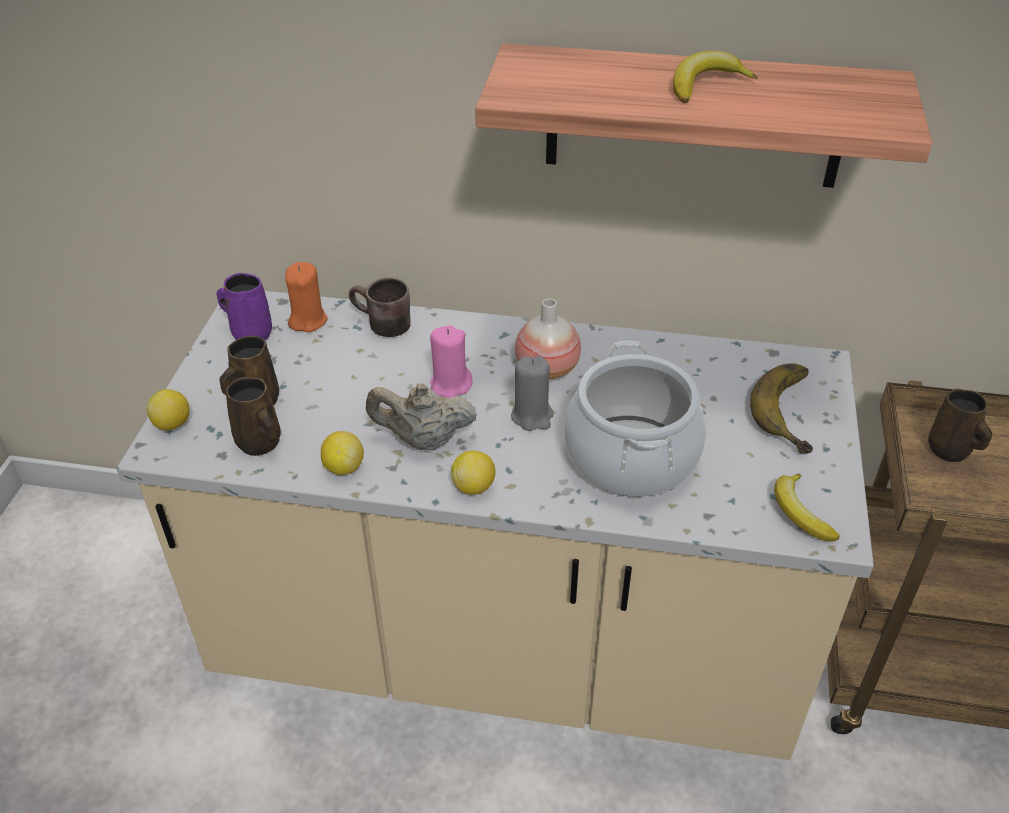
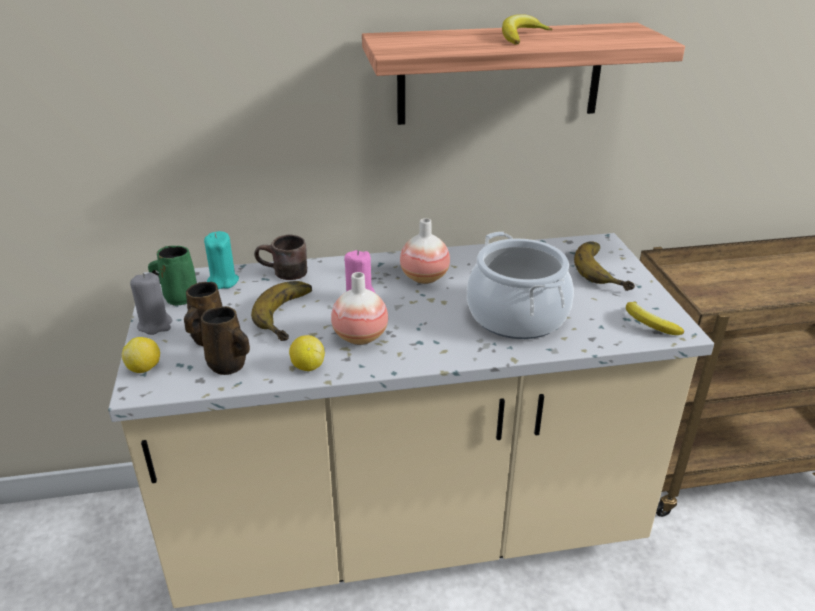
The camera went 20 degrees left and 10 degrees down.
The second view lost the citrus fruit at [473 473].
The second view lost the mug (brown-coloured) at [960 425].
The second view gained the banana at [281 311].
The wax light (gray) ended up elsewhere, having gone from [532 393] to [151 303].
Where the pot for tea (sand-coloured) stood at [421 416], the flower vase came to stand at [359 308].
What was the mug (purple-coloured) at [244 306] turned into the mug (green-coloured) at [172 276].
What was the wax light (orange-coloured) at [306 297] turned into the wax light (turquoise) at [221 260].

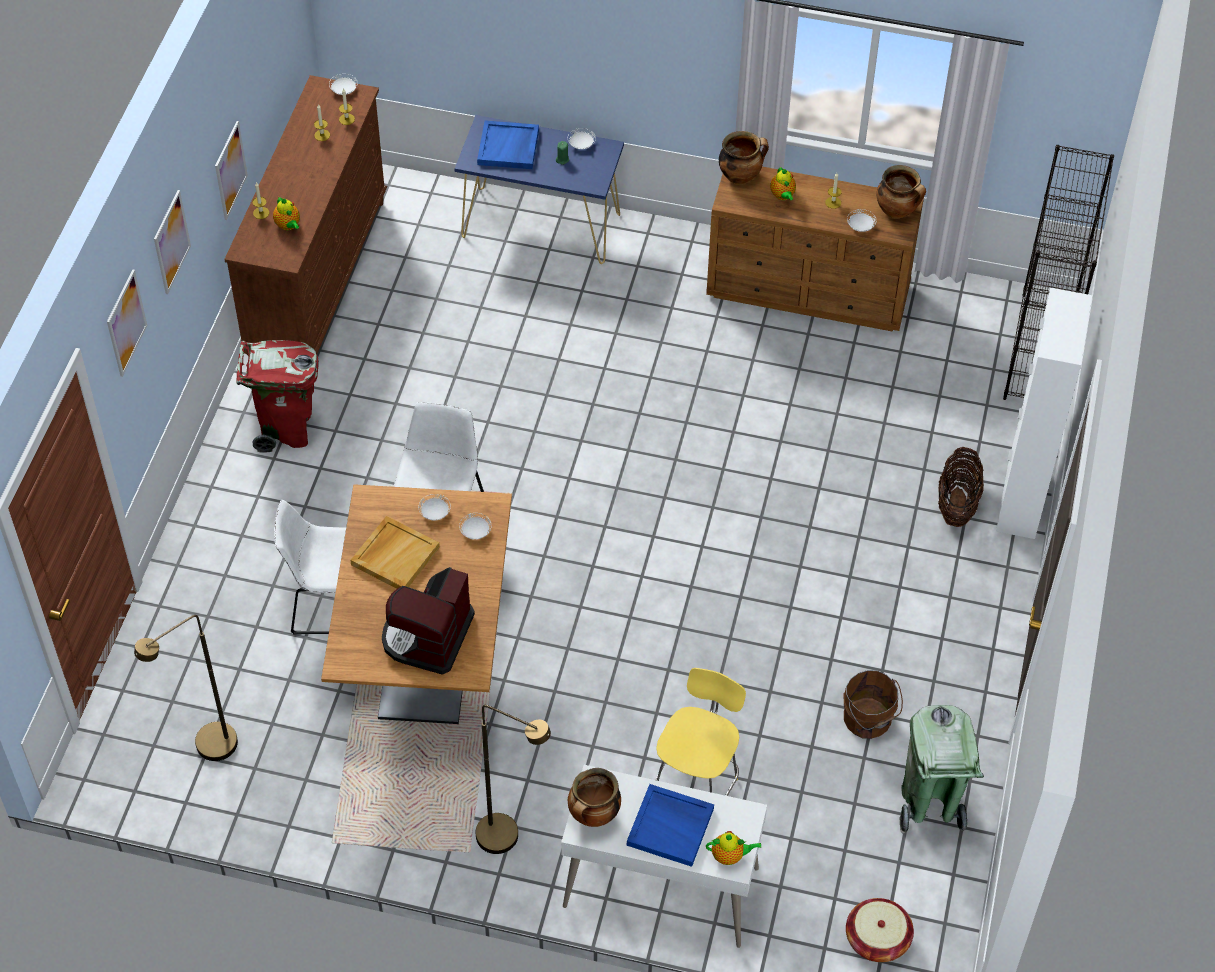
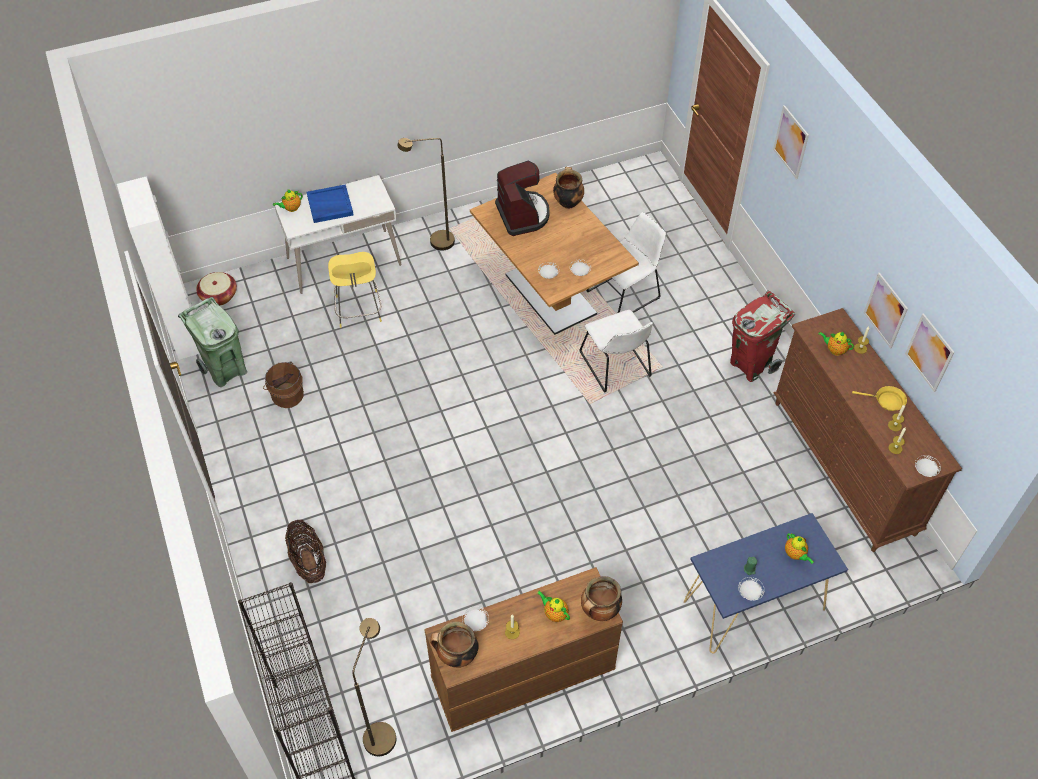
The camera went 145 degrees right and 0 degrees up.
The second view lost the serving tray (sand-coloured) at [395 552].
The second view gained the frying pan (yellow-coloured) at [879 398].
The floor lamp (brown-coloured) ended up elsewhere, having gone from [186 688] to [374 687].
The wall picture ended up elsewhere, having gone from [172 242] to [930 352].
The cooking pot ended up elsewhere, having gone from [594 797] to [568 188].
The cabinet (white-coloured) ended up elsewhere, having gone from [1044 413] to [158 268].
Where the serving tray (blue-coloured) stood at [508 144], the pot for tea came to stand at [799 548].

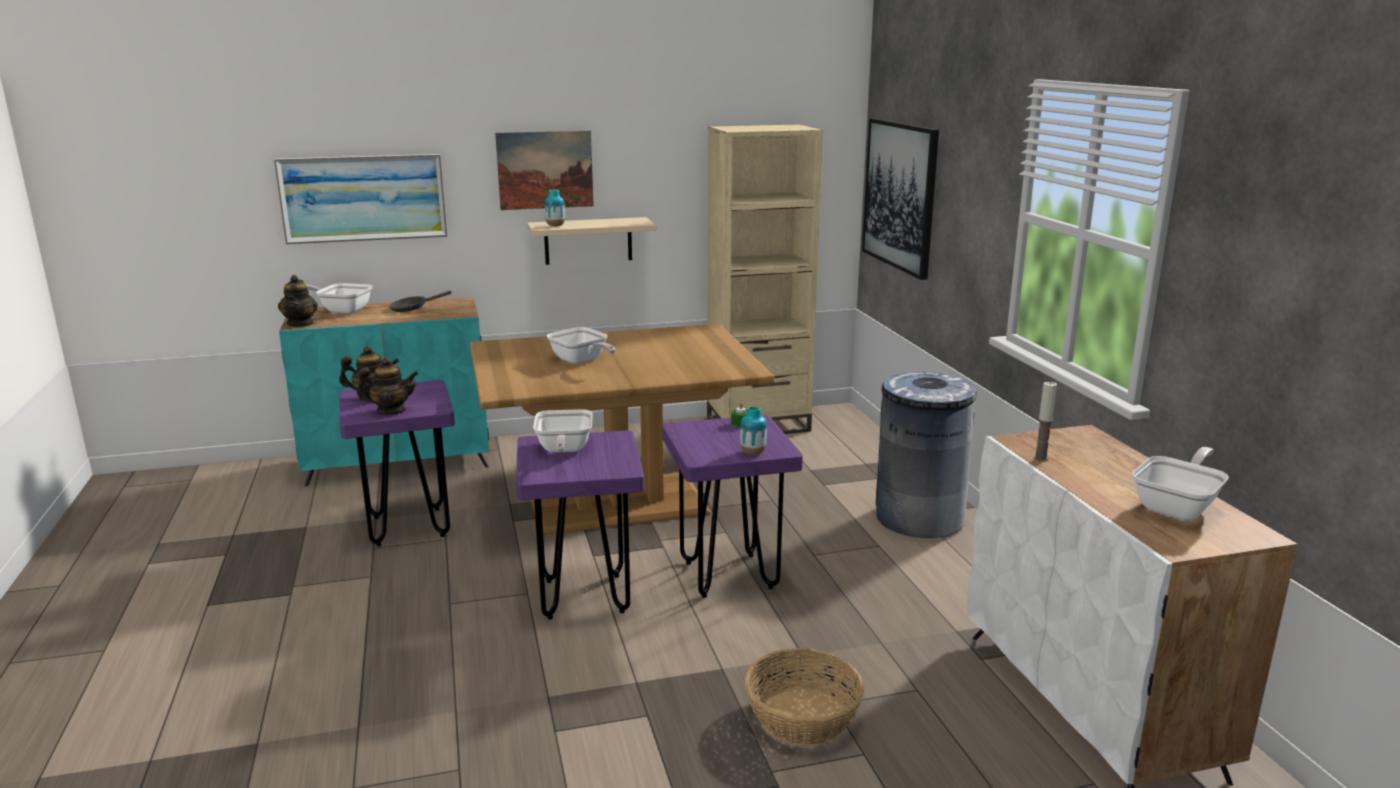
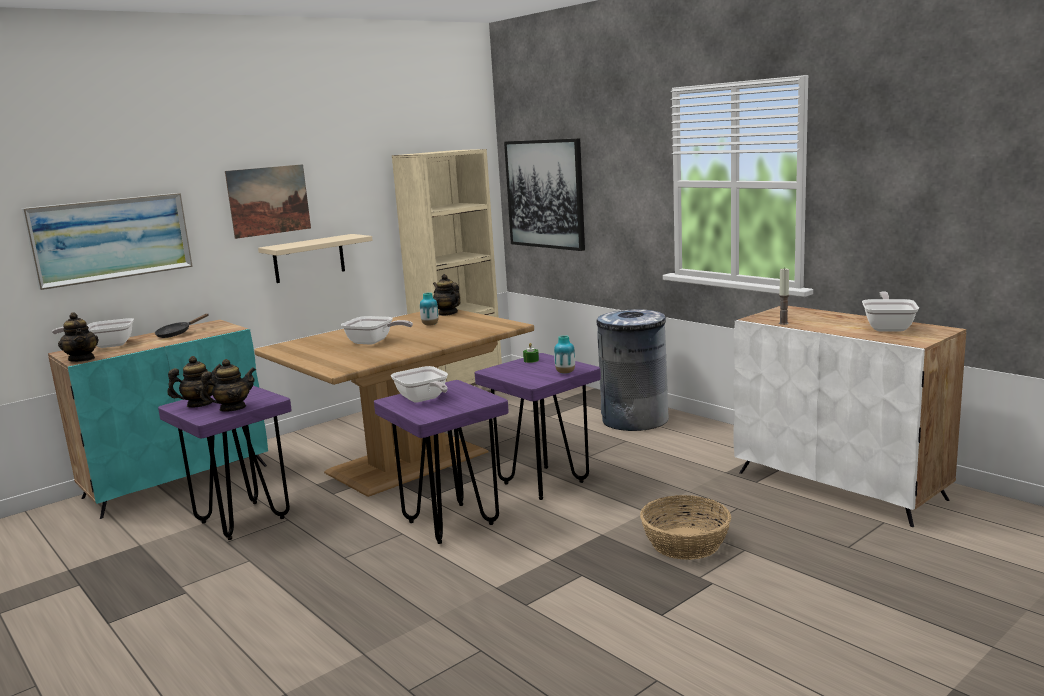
The camera went 25 degrees left and 5 degrees down.
The second view gained the pot for tea at [446 295].
The flower vase ended up elsewhere, having gone from [555 208] to [429 309].

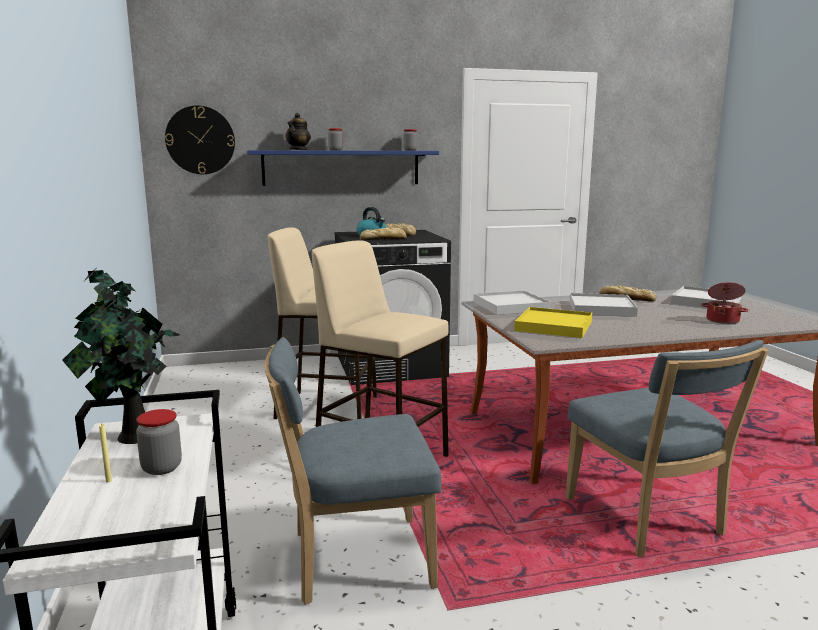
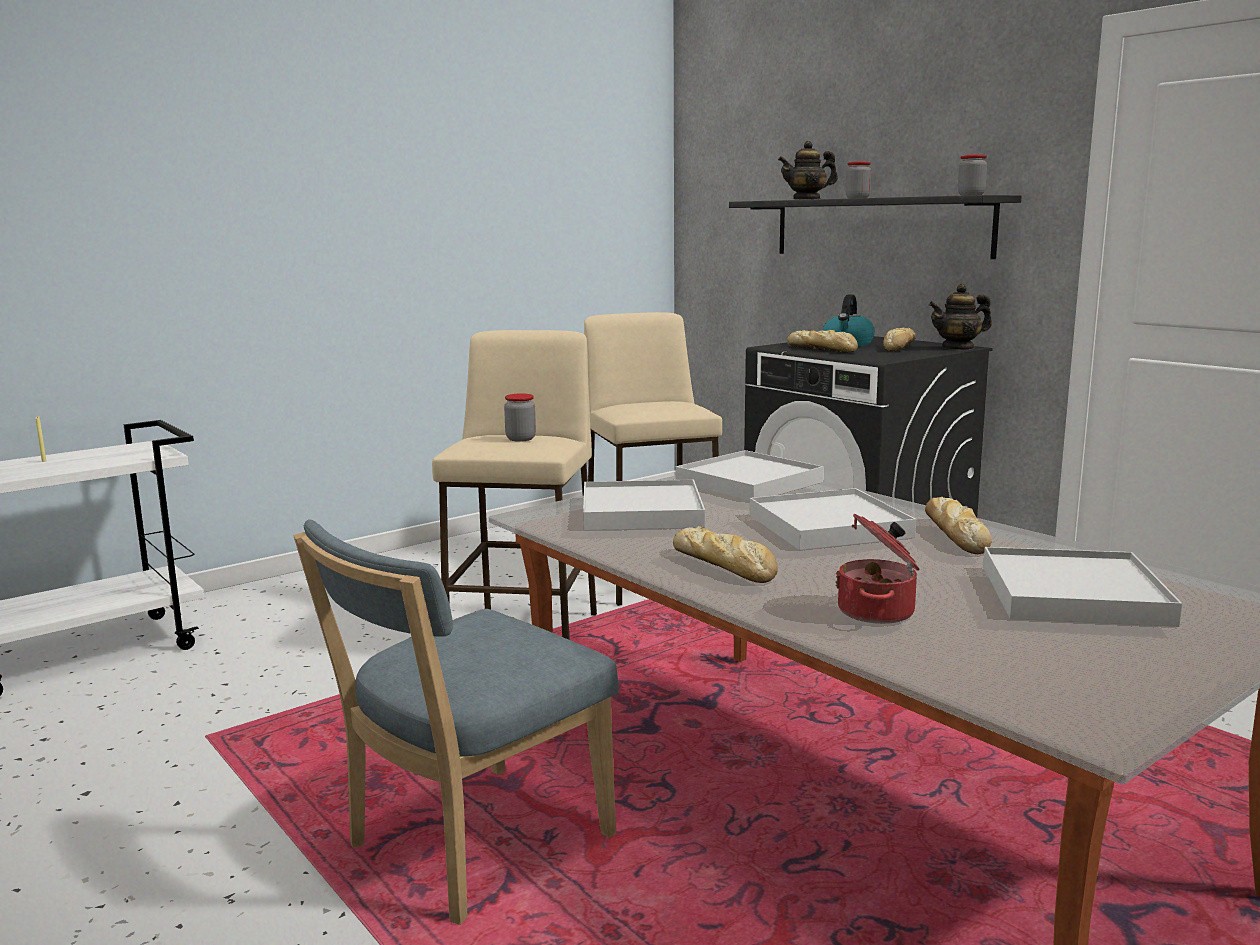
The camera went 65 degrees right and 0 degrees up.
The second view lost the houseplant at [121 356].
The second view lost the clock on the wall at [200 139].
The second view lost the chair (blue-coloured) at [352 471].
The second view gained the baked bread at [725 554].
The second view gained the pot for tea at [960 317].
The jar ended up elsewhere, having gone from [159 442] to [520 417].
What was the shelf (blue-coloured) at [343 168] turned into the shelf (black) at [875 227].
What was the serving tray (yellow-coloured) at [553 322] turned into the serving tray (white-coloured) at [644 504].

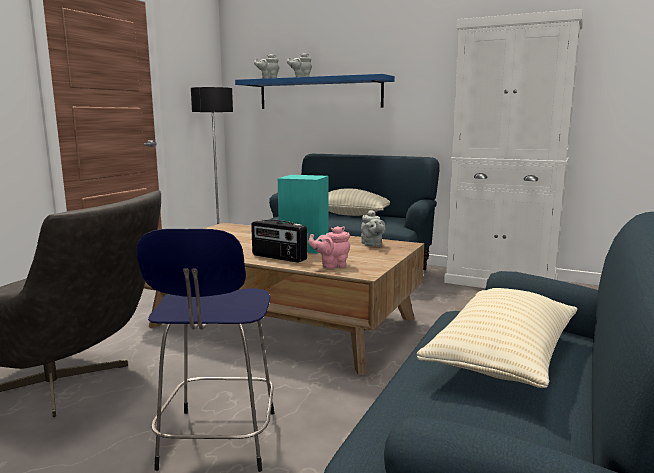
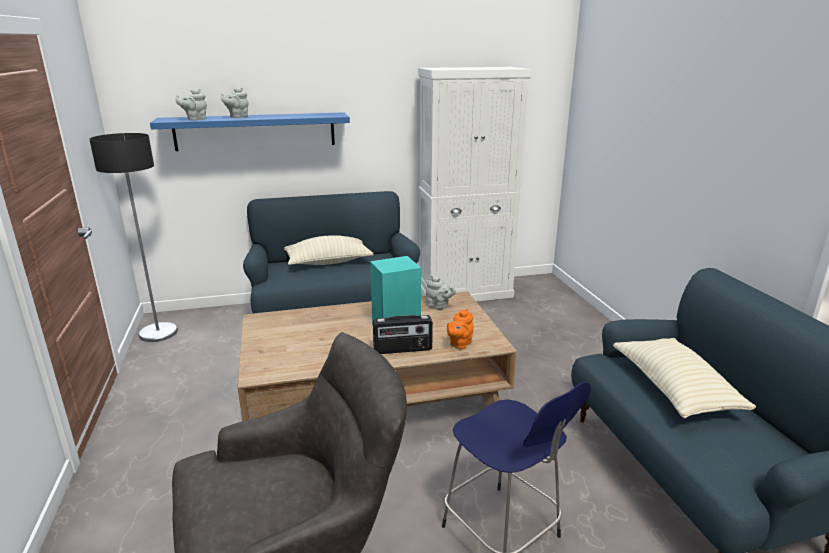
The camera went 40 degrees left and 10 degrees up.
What was the pot for tea (pink) at [329 247] turned into the pot for tea (orange-coloured) at [460 329].

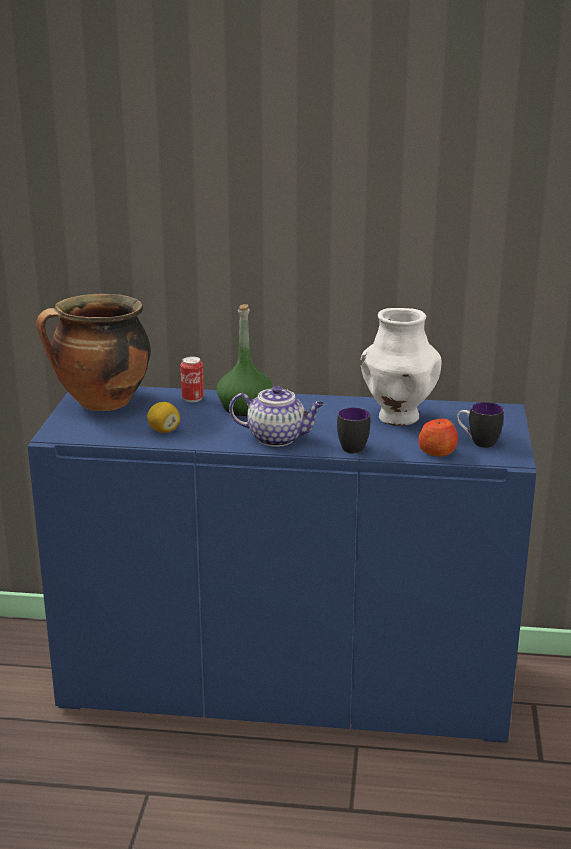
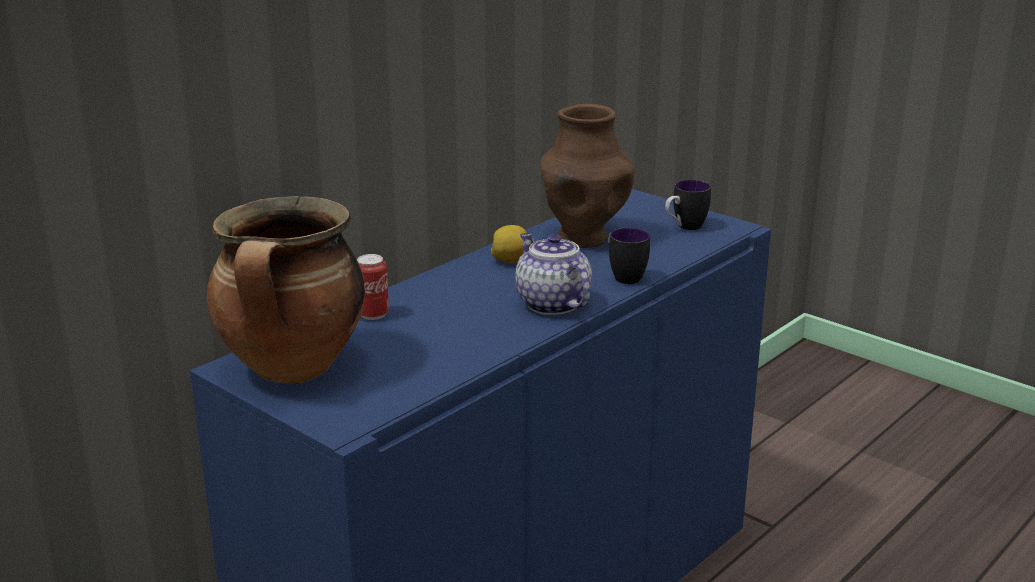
The camera went 55 degrees left and 0 degrees up.
The second view lost the beverage bottle (green-coloured) at [245 360].
The second view lost the whole apple at [438 437].
The citrus fruit ended up elsewhere, having gone from [163 417] to [509 244].
What was the flower vase (white-coloured) at [401 367] turned into the flower vase (brown-coloured) at [587 176].
The pot for tea at [277 416] ended up facing another way, 75 degrees counterclockwise from before.

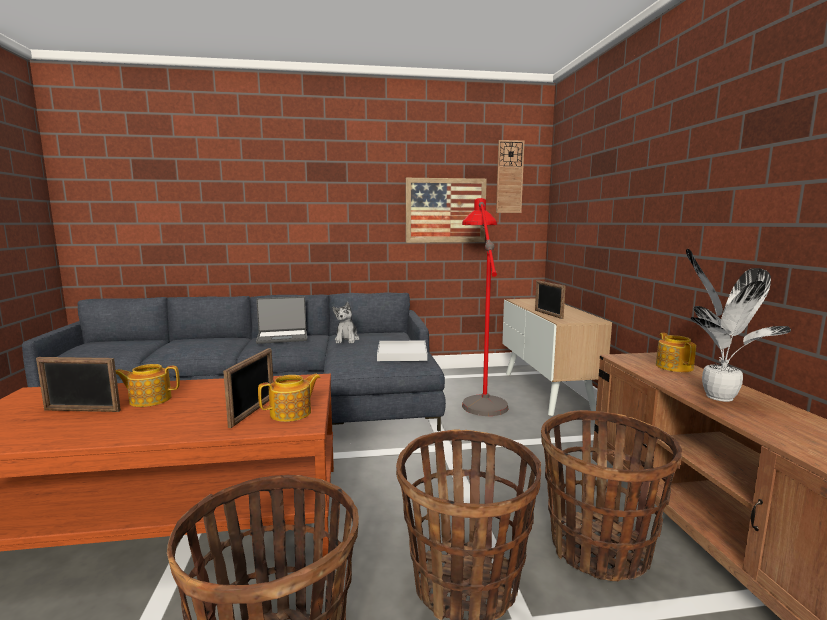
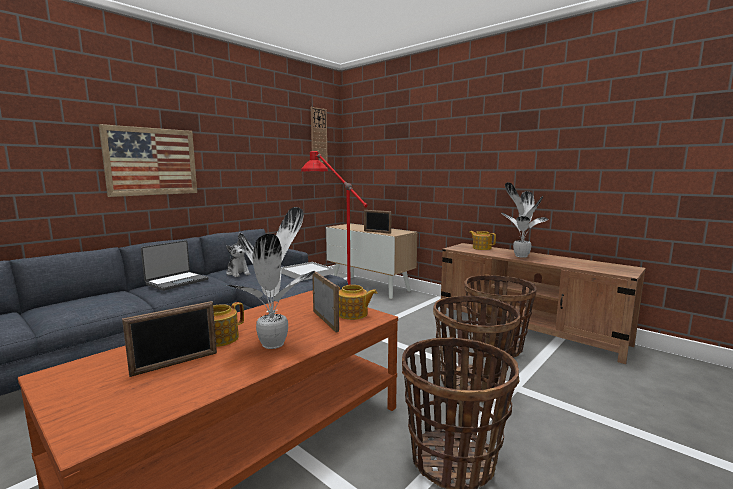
The camera went 40 degrees left and 0 degrees up.
The second view gained the houseplant at [270 278].
The wall picture ended up elsewhere, having gone from [446 210] to [148 160].
The pot for tea at [289 398] ended up facing another way, 90 degrees clockwise from before.

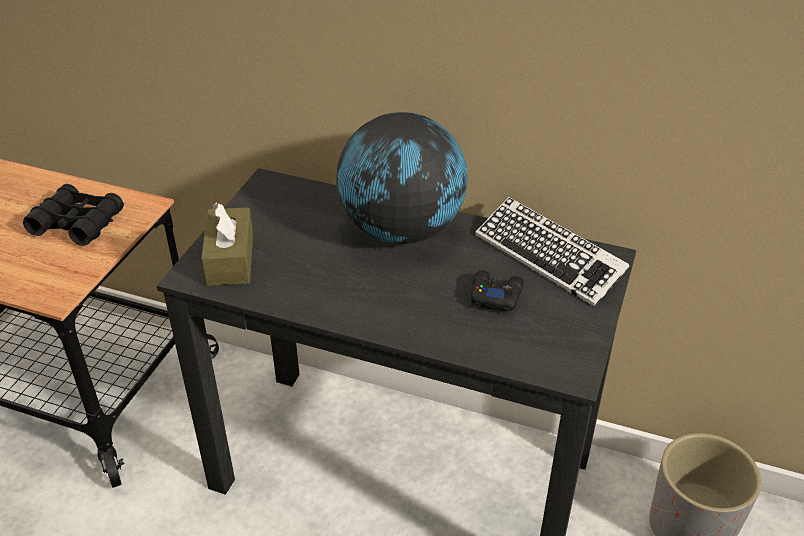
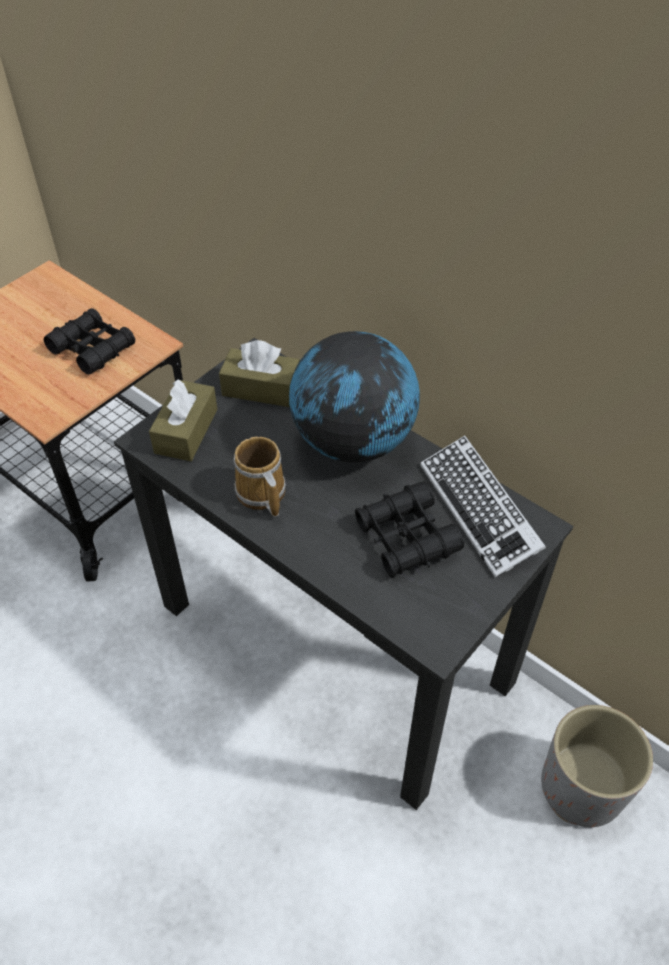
The camera went 20 degrees right and 10 degrees up.
The second view gained the tissue holder (brown-coloured) at [259 373].
The second view gained the mug at [259 477].
Where the gamepad (black) stood at [497 290], the pair of binoculars (black) came to stand at [409 529].

